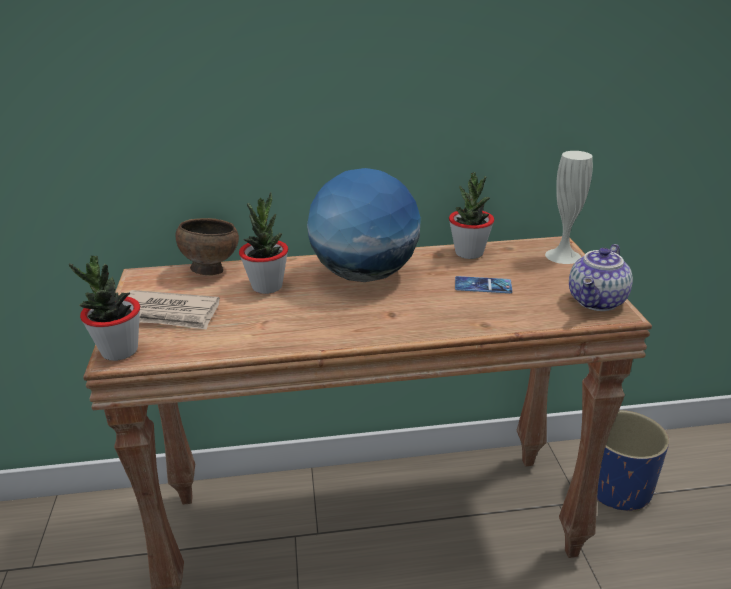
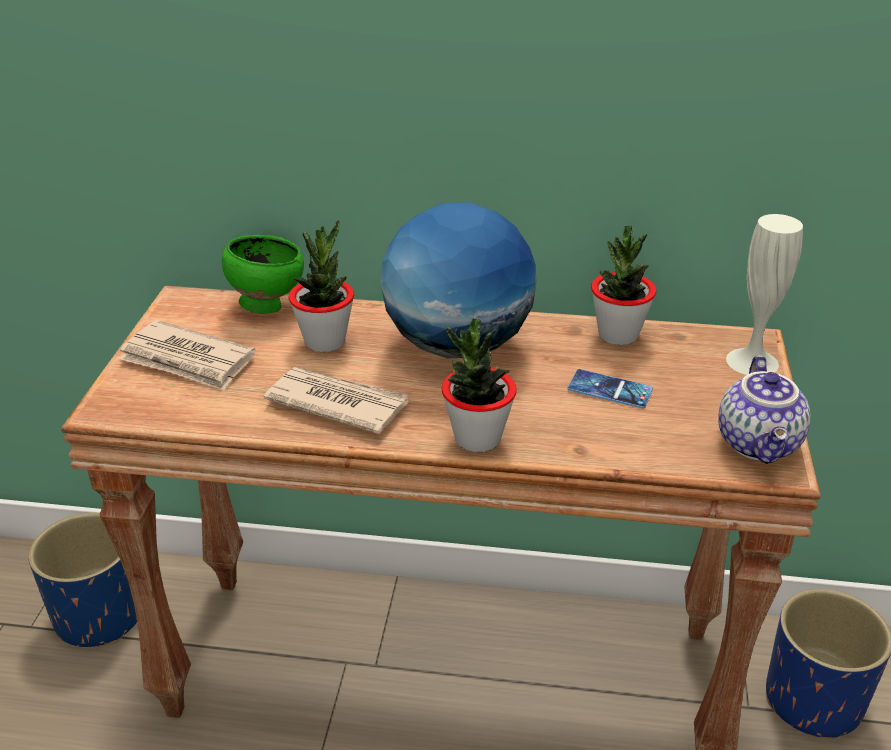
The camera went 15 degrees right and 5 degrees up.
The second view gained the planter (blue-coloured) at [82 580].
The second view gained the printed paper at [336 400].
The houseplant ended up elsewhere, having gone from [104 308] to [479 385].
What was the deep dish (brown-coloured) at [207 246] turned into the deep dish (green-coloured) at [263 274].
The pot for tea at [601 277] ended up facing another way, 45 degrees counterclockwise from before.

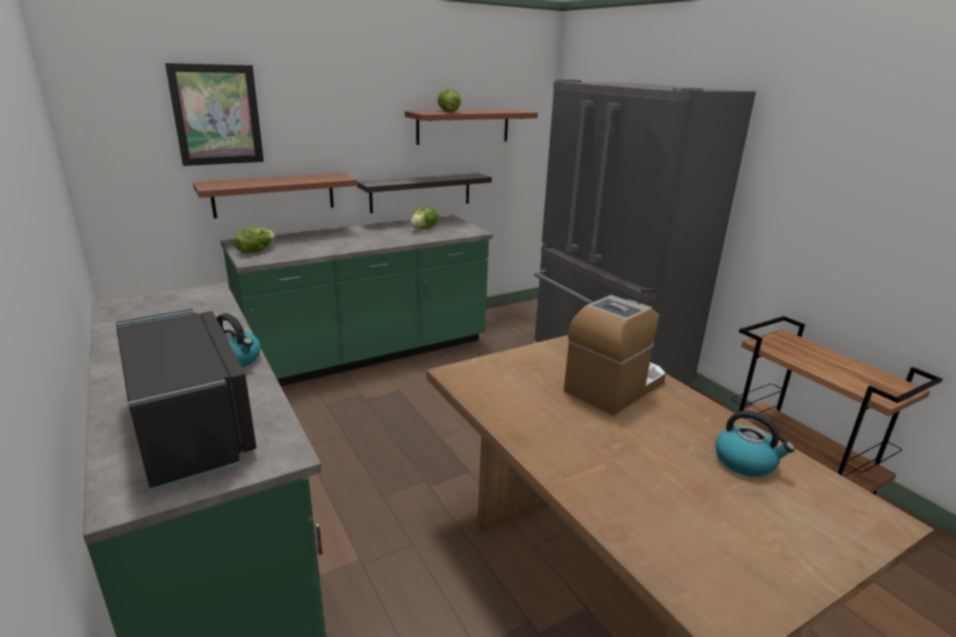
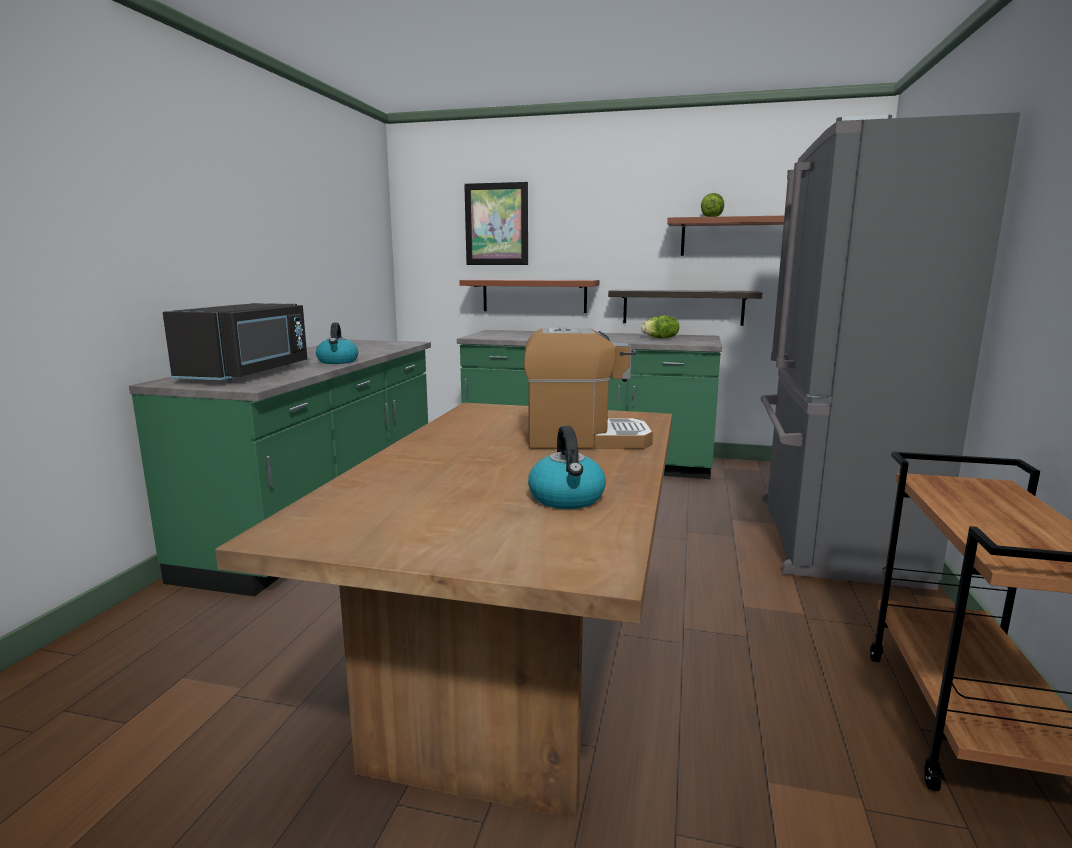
The camera went 45 degrees right and 10 degrees down.
The second view lost the head of lettuce at [254 240].

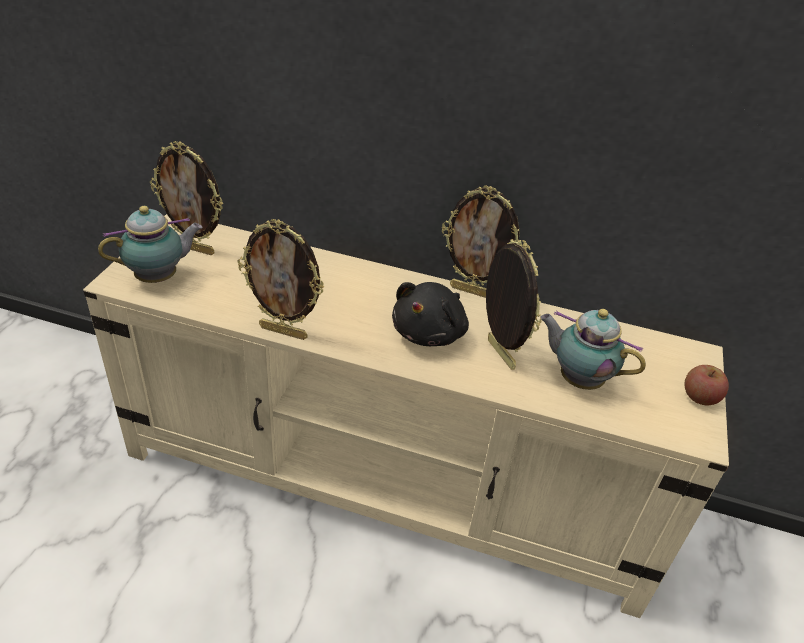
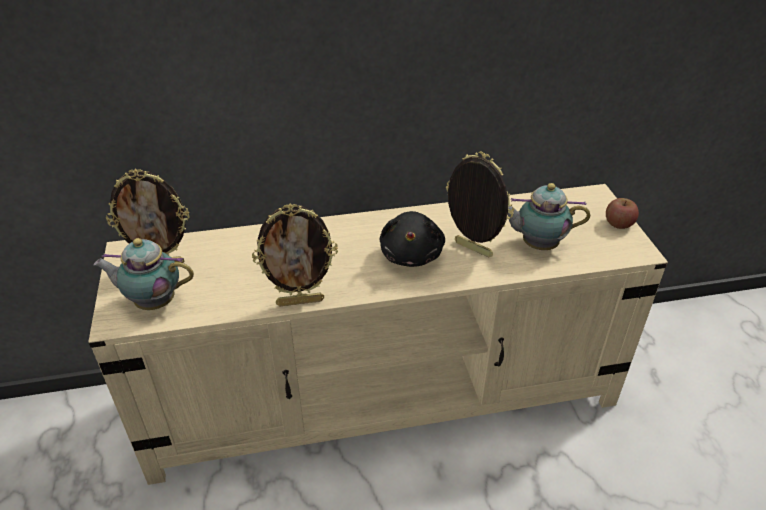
The camera went 25 degrees left and 0 degrees up.
The second view lost the picture frame at [482 241].
The pot for tea at [150 244] ended up facing another way, 120 degrees counterclockwise from before.

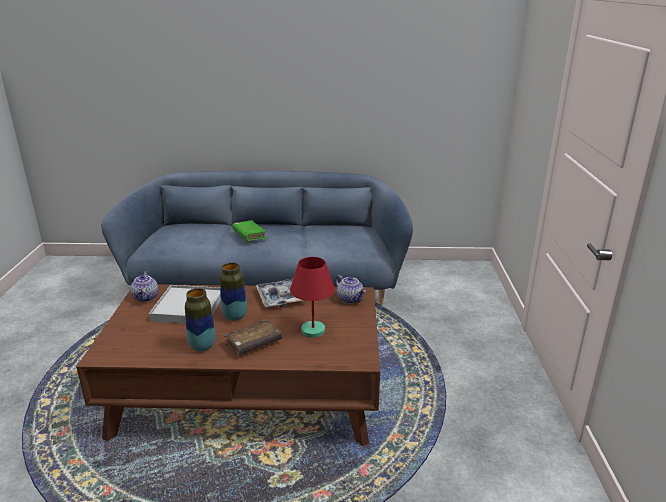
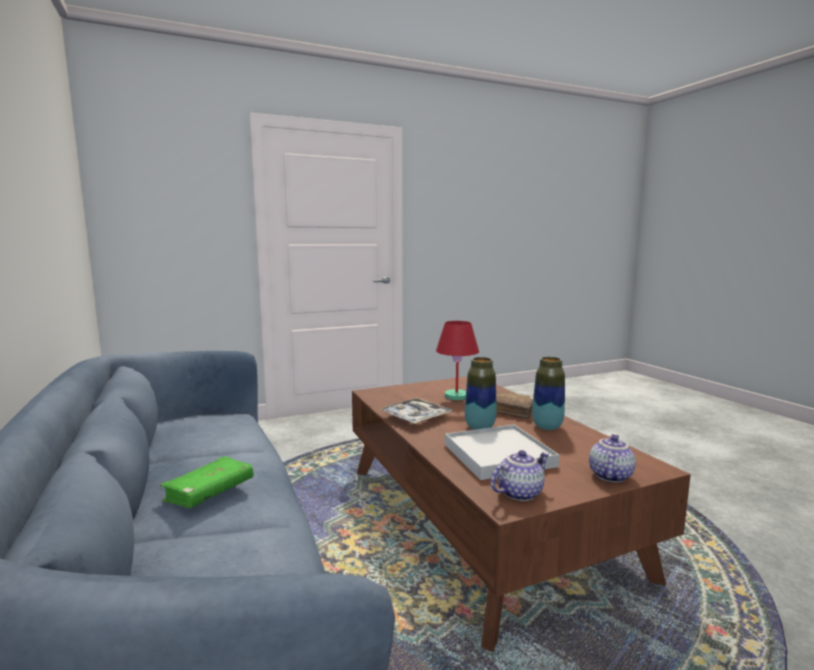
The camera went 115 degrees left and 15 degrees down.
The pot for tea ended up elsewhere, having gone from [351 289] to [612 458].

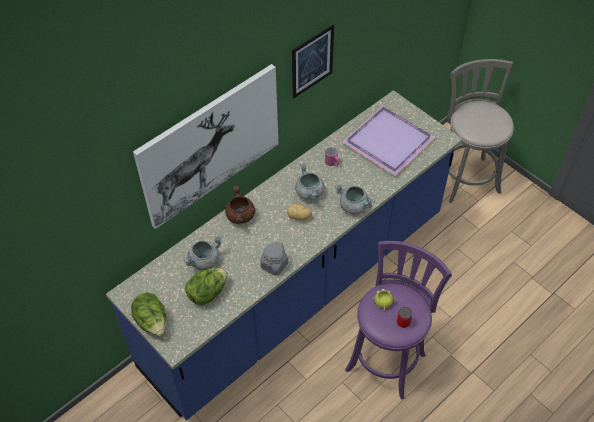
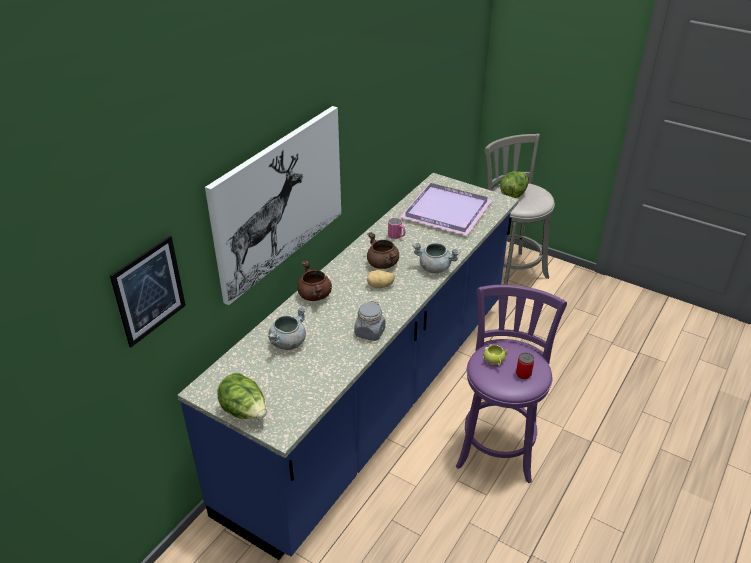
The camera went 15 degrees left and 15 degrees down.
The head of lettuce ended up elsewhere, having gone from [206 286] to [514 184].
The wall picture ended up elsewhere, having gone from [313 61] to [148 291].
What was the cooking pot (gray) at [310 181] turned into the cooking pot (brown-coloured) at [383 250].

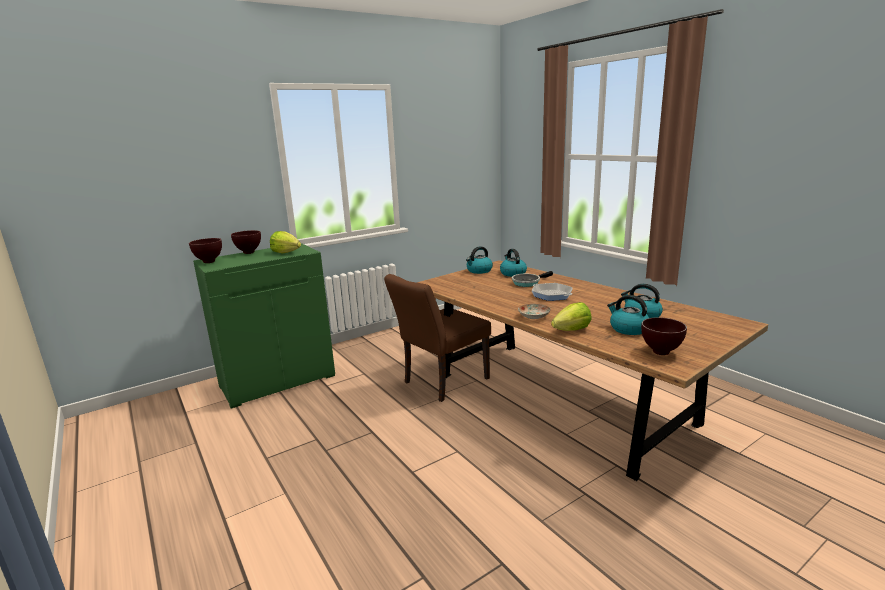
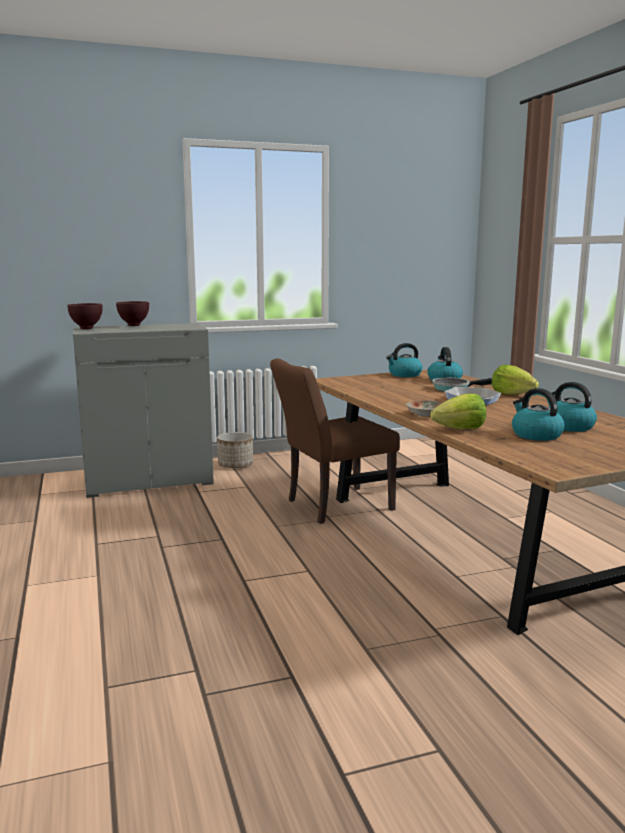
The camera went 15 degrees right and 5 degrees down.
The second view lost the deep dish (brown-coloured) at [664 336].
The second view gained the planter at [235 450].
The head of lettuce ended up elsewhere, having gone from [285 242] to [515 380].
What was the cabinet (green-coloured) at [264 326] turned into the cabinet (gray) at [143 410].

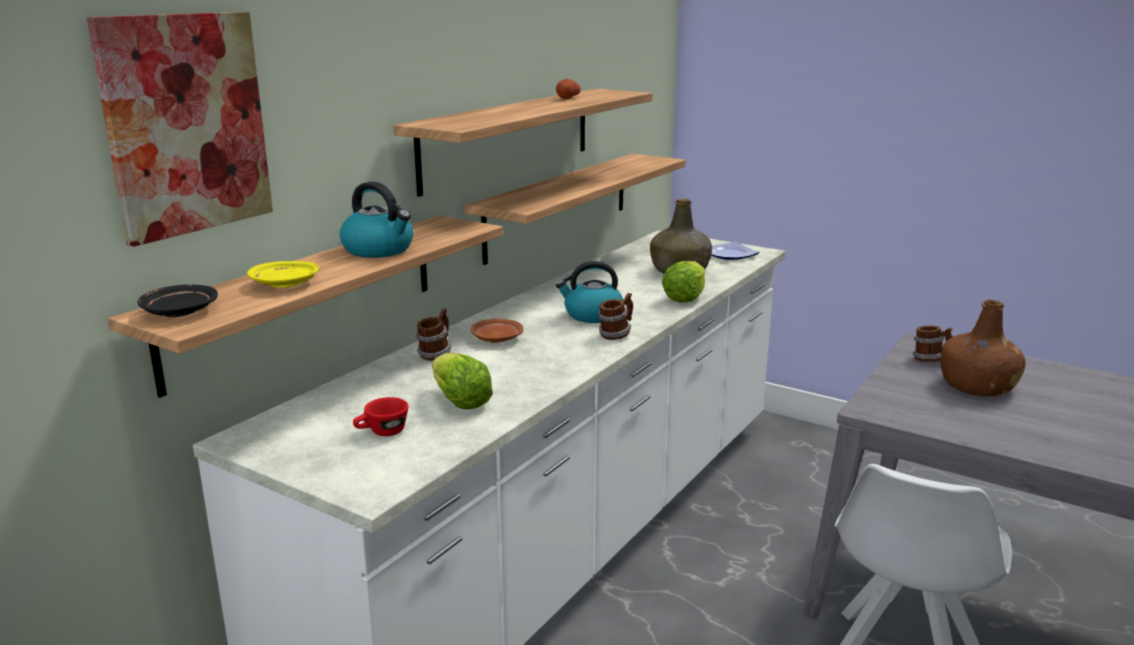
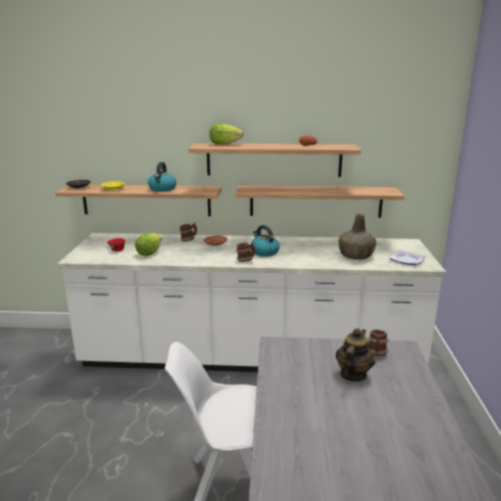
The camera went 60 degrees right and 0 degrees up.
The second view lost the wall picture at [180 129].
The head of lettuce ended up elsewhere, having gone from [683 282] to [226 134].
Where the beverage bottle (brown-coloured) stood at [983 348], the pot for tea came to stand at [355 355].

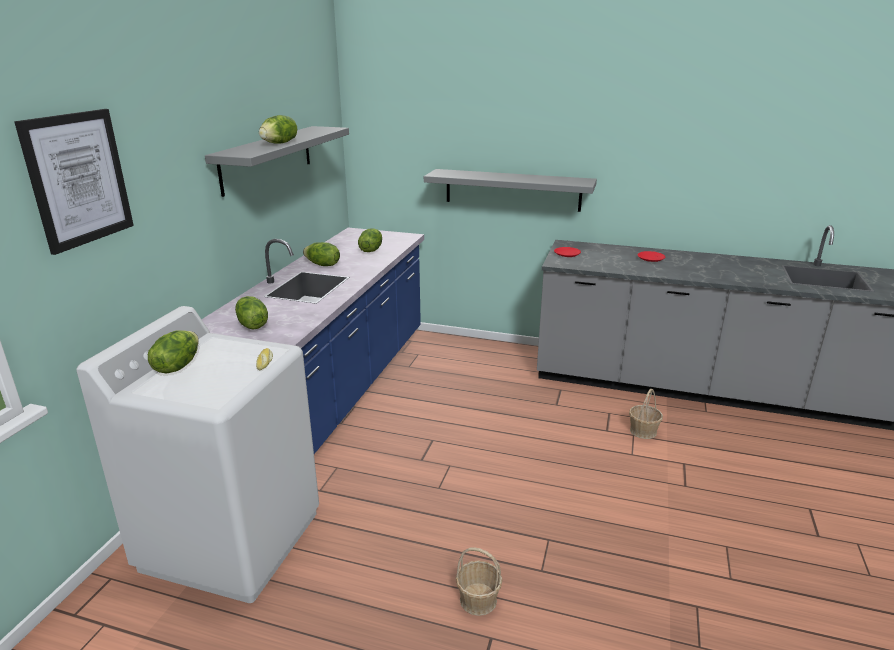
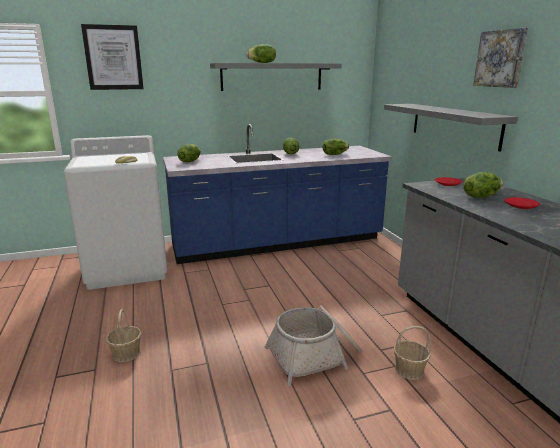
The camera went 55 degrees right and 5 degrees down.
The second view gained the basket at [314 345].
The second view gained the wall picture at [500 58].
The head of lettuce ended up elsewhere, having gone from [173 352] to [483 185].

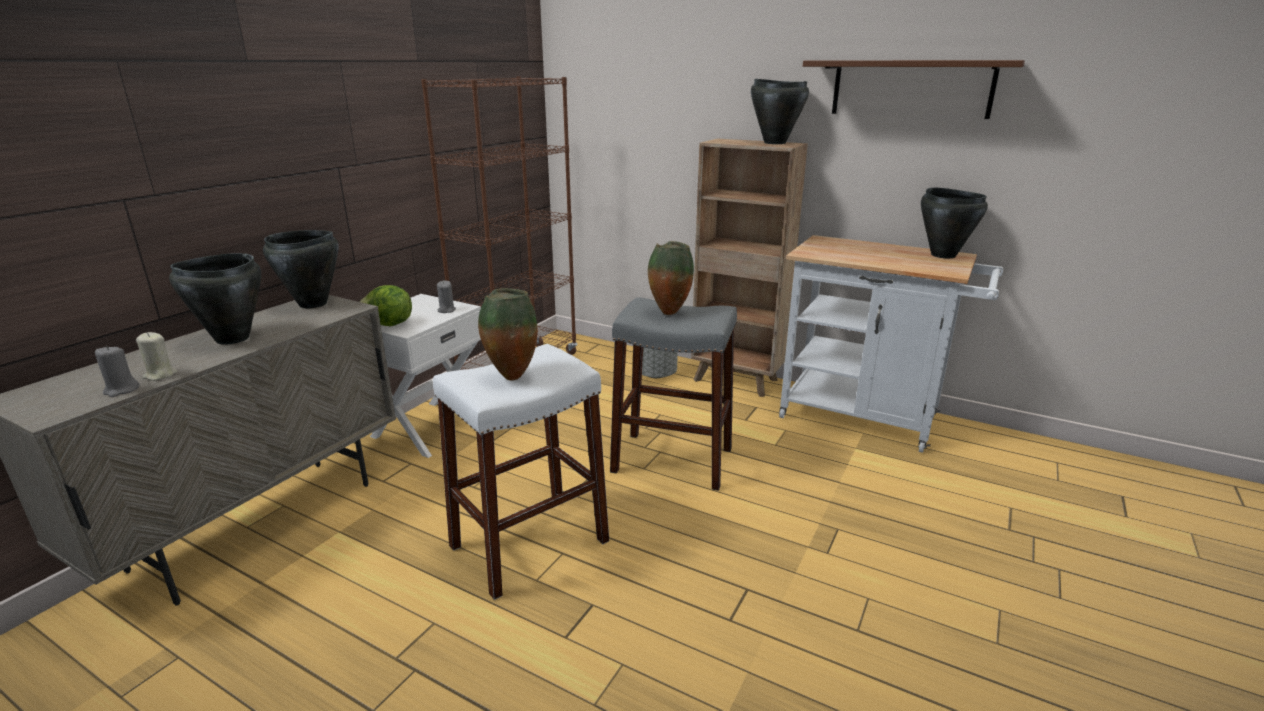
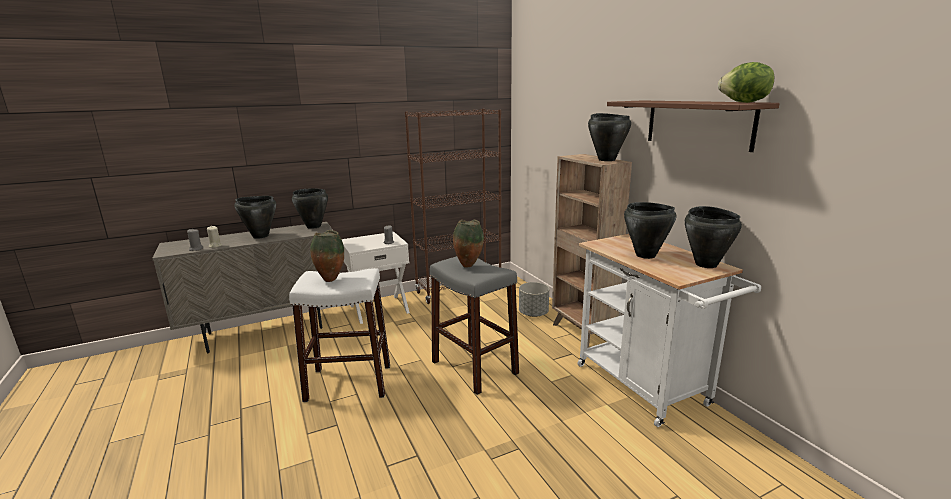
The camera went 35 degrees right and 5 degrees down.
The second view gained the cooking pot (black) at [650 230].
The head of lettuce ended up elsewhere, having gone from [386 305] to [746 82].

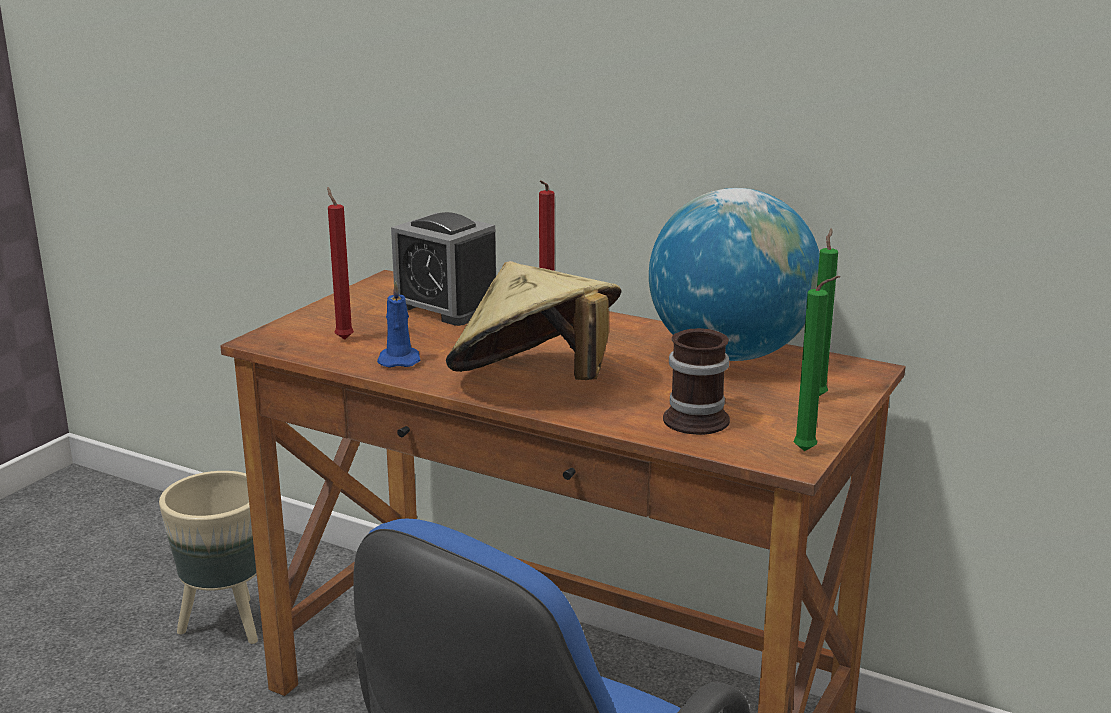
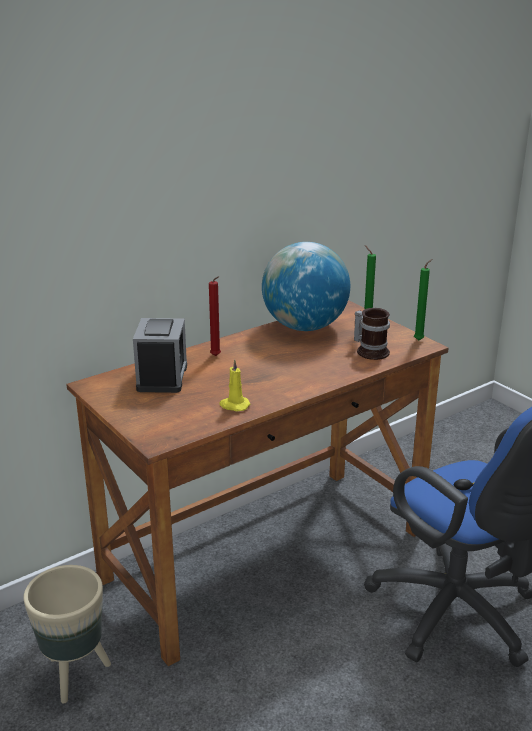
The camera went 65 degrees left and 5 degrees up.
The second view lost the wax light (reddish) at [340 263].
The second view lost the clothing hat (sand-coloured) at [533 320].
What was the wax light (blue-coloured) at [399 324] turned into the wax light (yellow-coloured) at [234 385].
The bedside clock at [443 269] ended up facing another way, 60 degrees counterclockwise from before.

